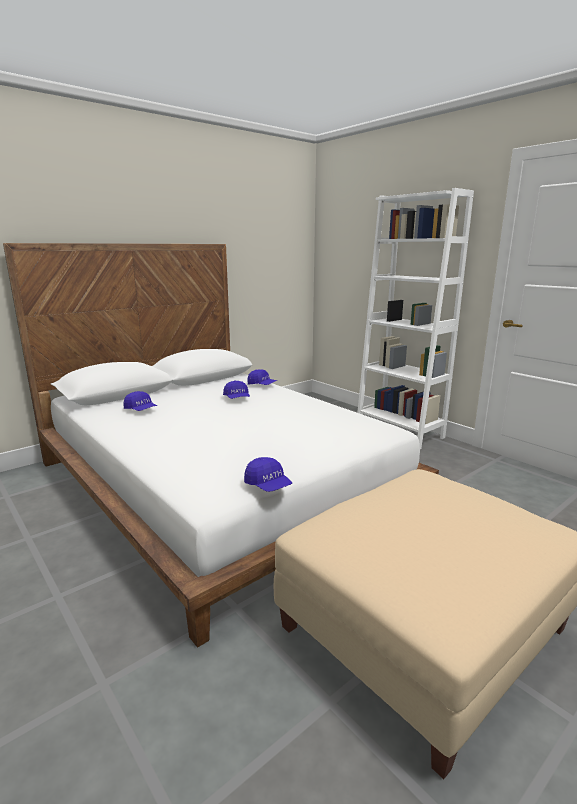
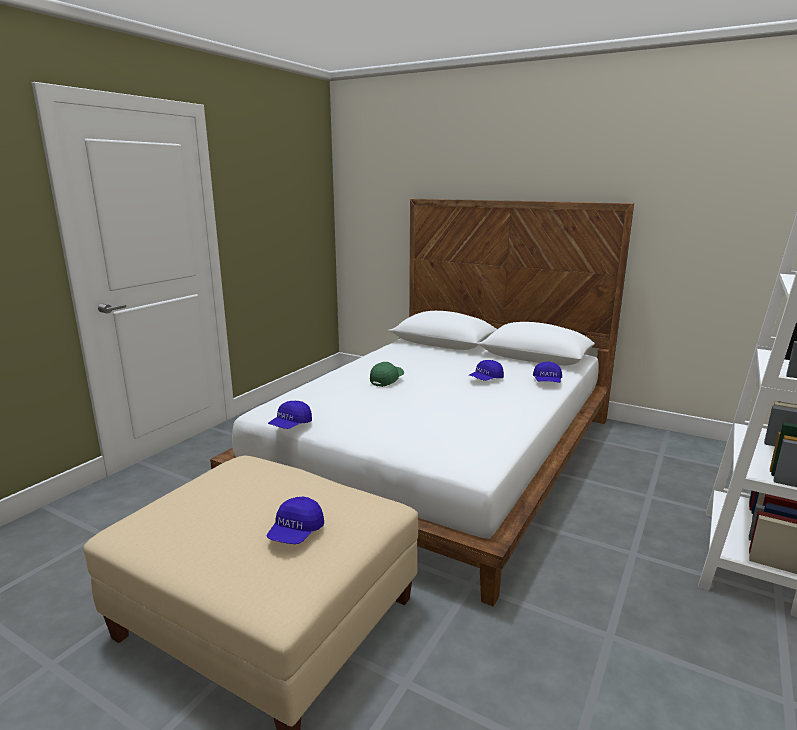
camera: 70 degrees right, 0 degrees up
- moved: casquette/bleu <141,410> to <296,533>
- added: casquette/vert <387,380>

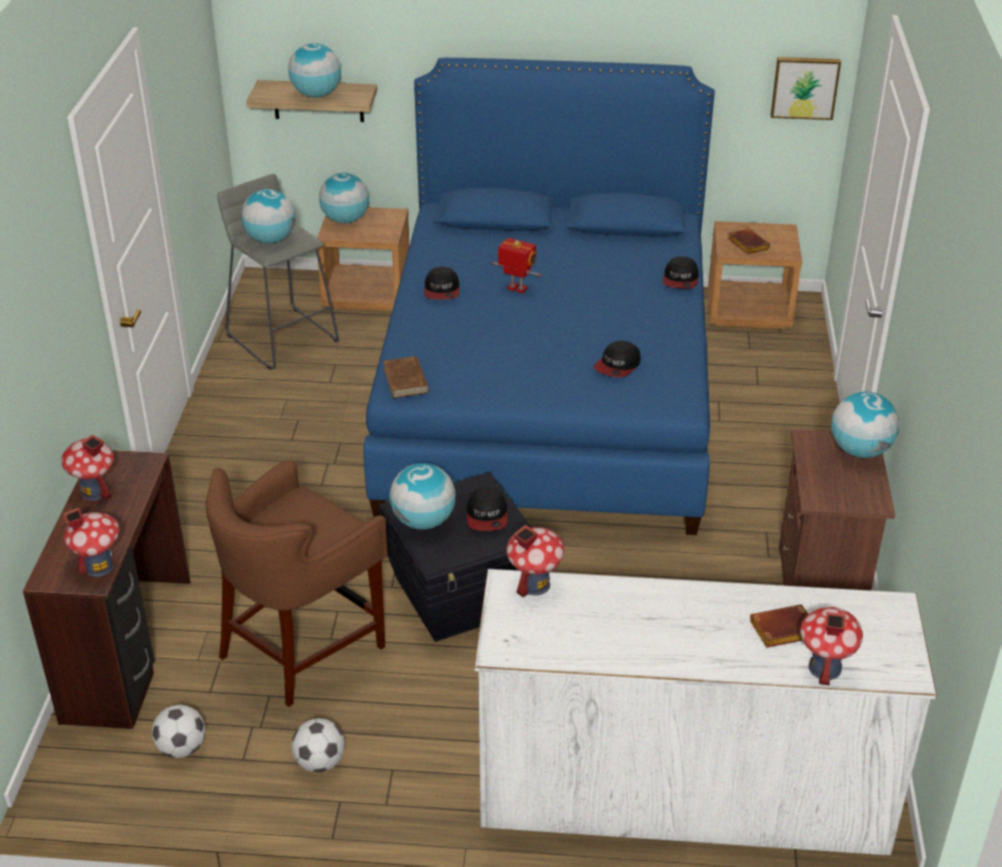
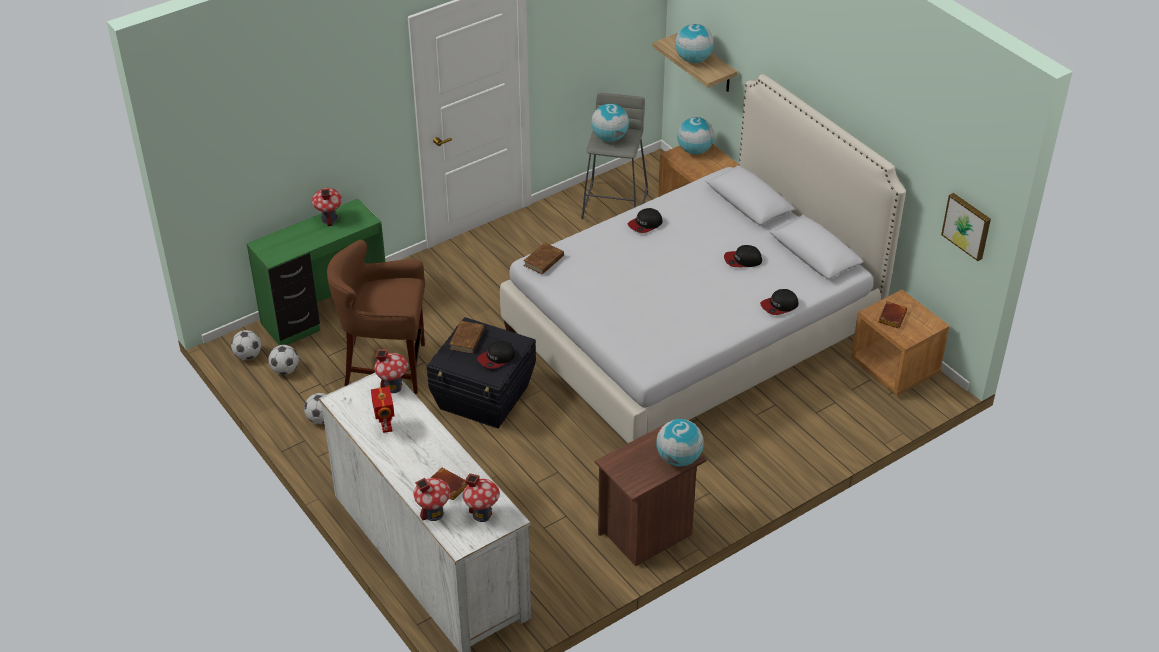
camera: 50 degrees right, 5 degrees up
- recoloured: bureau/marron <130,649> to bureau/vert <326,313>
- moved: maison miniature <99,567> to <482,514>
- recoloured: lit/bleu <546,393> to lit/blanc <692,331>
- replaced: globe <423,521> to livre/marron <467,339>
- moved: robot jouet <516,289> to <385,427>
- moved: casquette <617,366> to <742,260>
- added: ballon de foot <248,355>

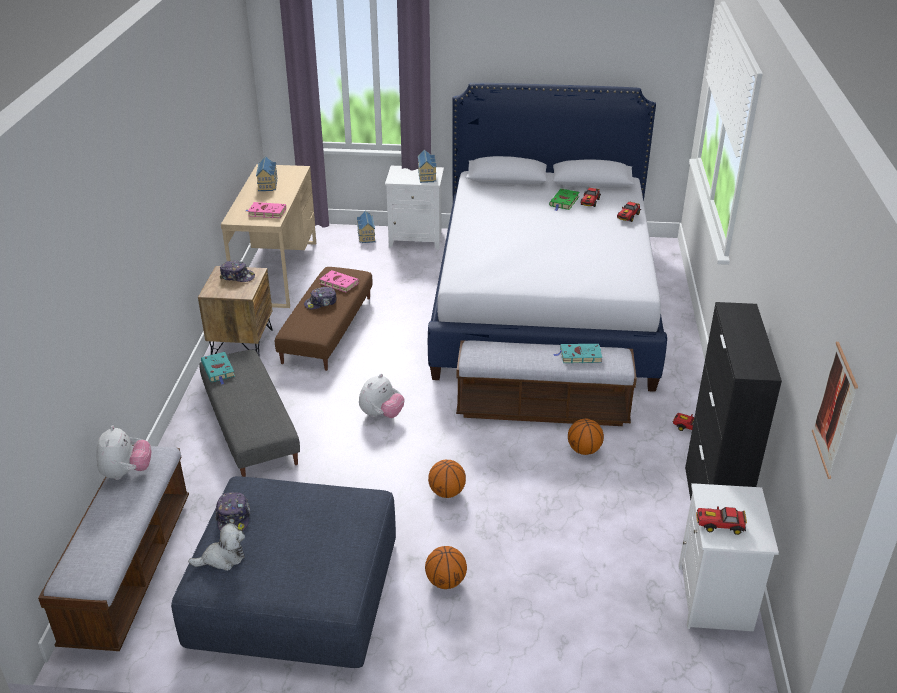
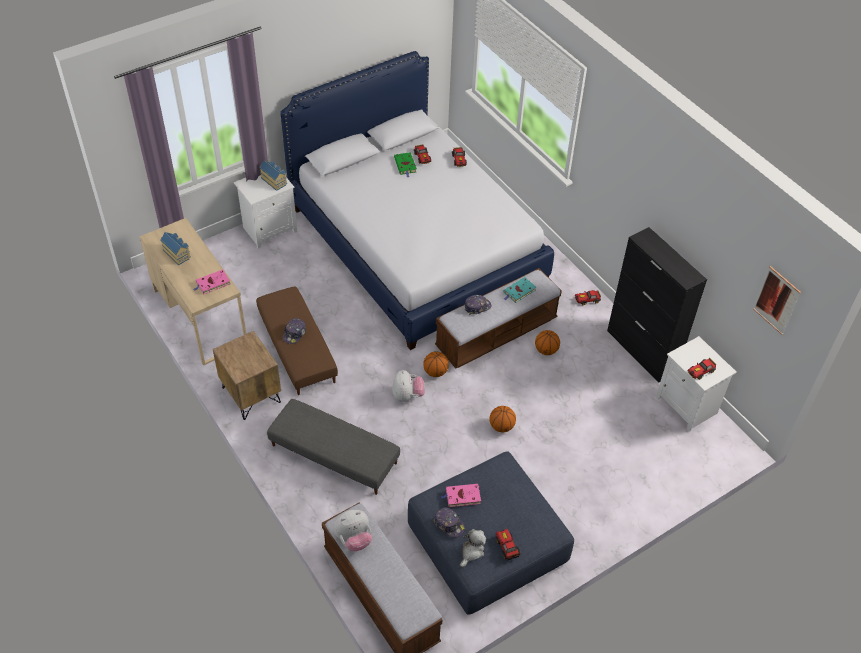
camera: 40 degrees left, 15 degrees up
- turned: peluche <126,473> = <353,539> 105 degrees clockwise
- removed: livre/turquoise <218,370>
- moved: casquette <237,276> to <477,307>
- moved: livre/rose <338,283> to <462,497>
- removed: maison miniature <365,236>
- moved: ballon de basket <445,582> to <435,372>
- added: petite voiture <506,546>

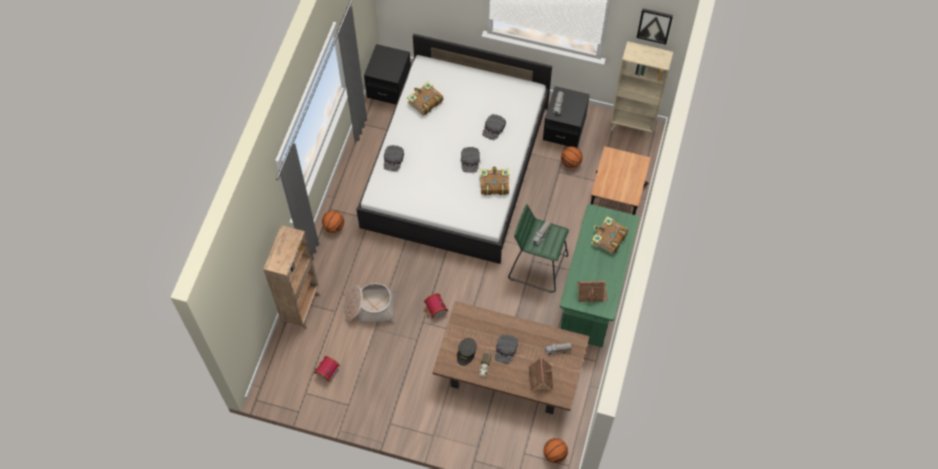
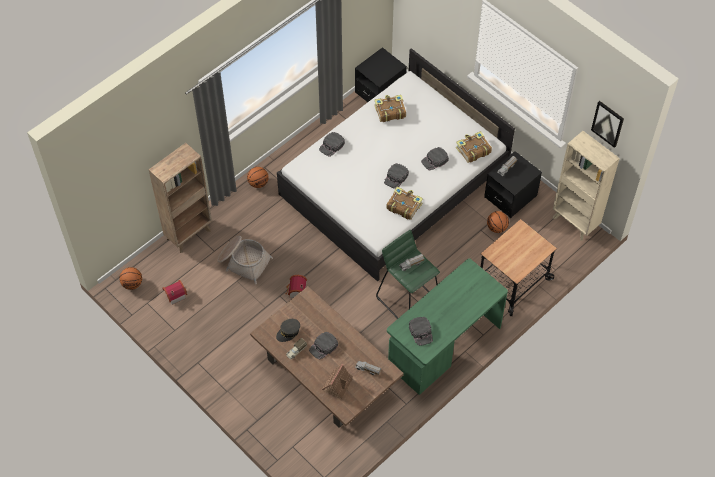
camera: 30 degrees right, 5 degrees down
- moved: ballon de basket <555,454> to <132,284>
- replaced: maison miniature <591,292> to casquette/noir <421,332>
- moved: livre <608,238> to <473,150>

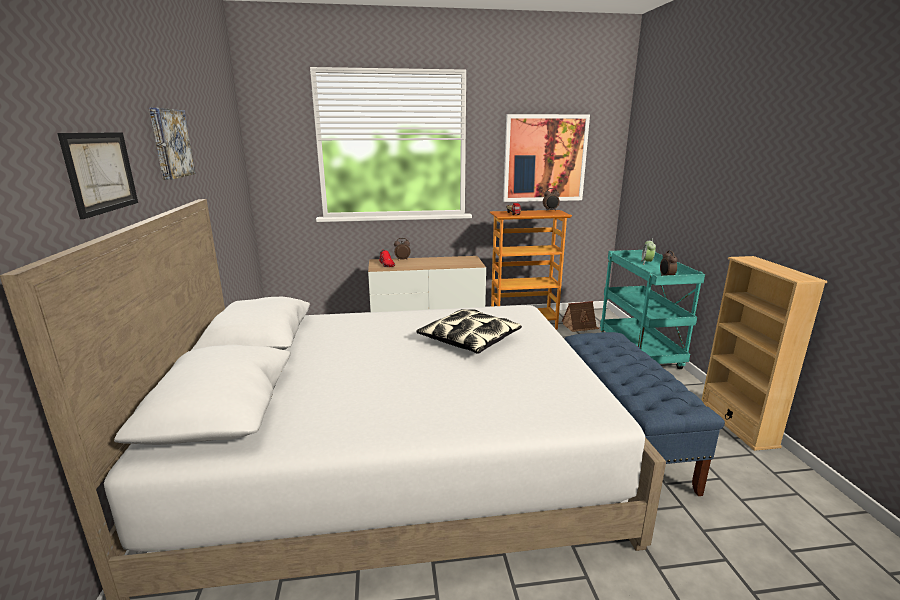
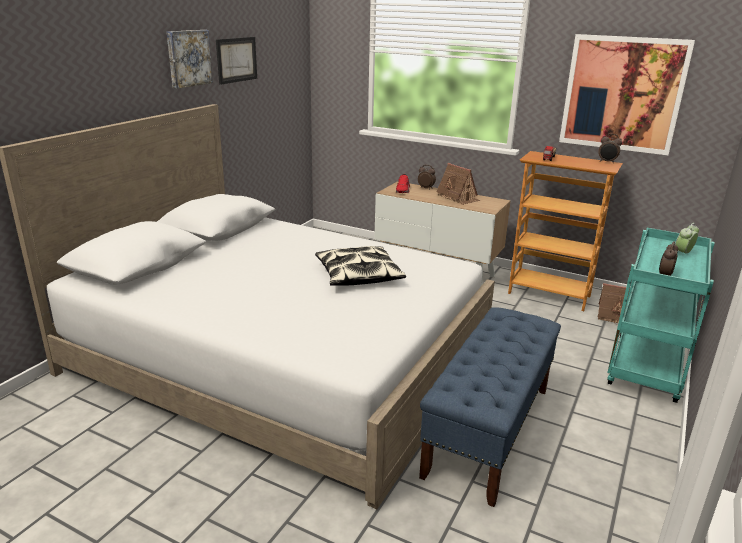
camera: 35 degrees right, 5 degrees up
- moved: tableau <100,172> to <236,60>
- removed: bibliothèque/beige <737,424>
- added: maison miniature <458,197>

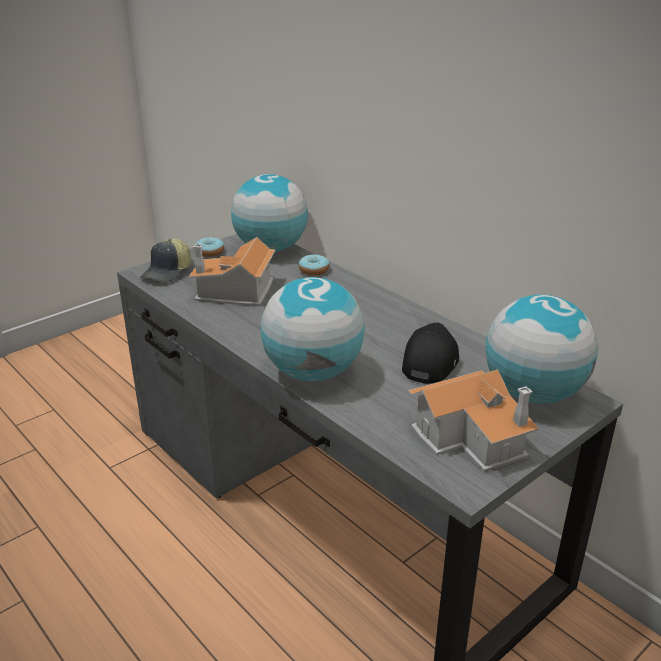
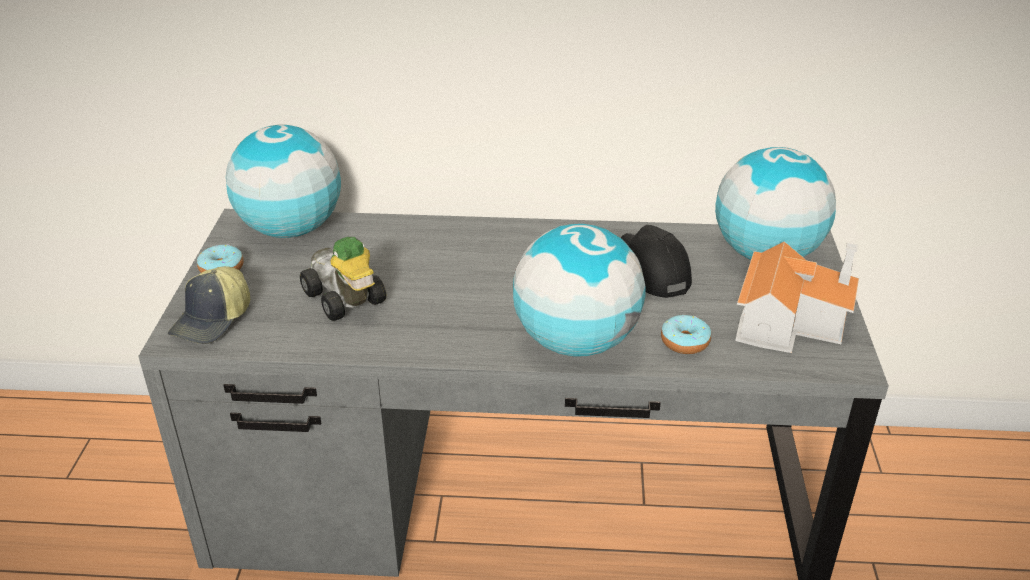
camera: 45 degrees left, 5 degrees up
- turned: casquette <168,272> = <213,320> 45 degrees clockwise
- replaced: maison miniature <235,292> to petite voiture <344,301>
- moved: beignet <314,270> to <684,342>

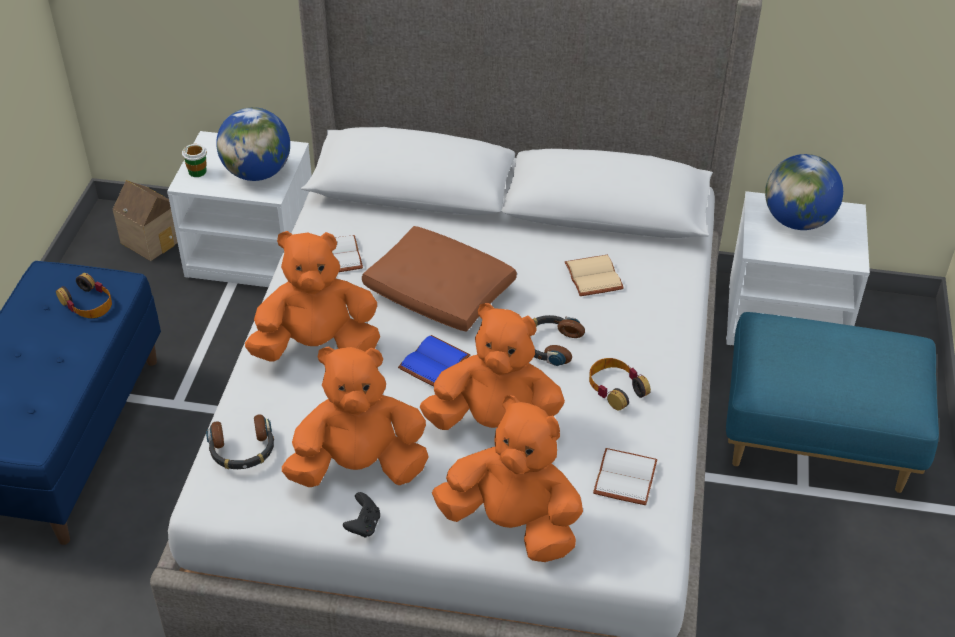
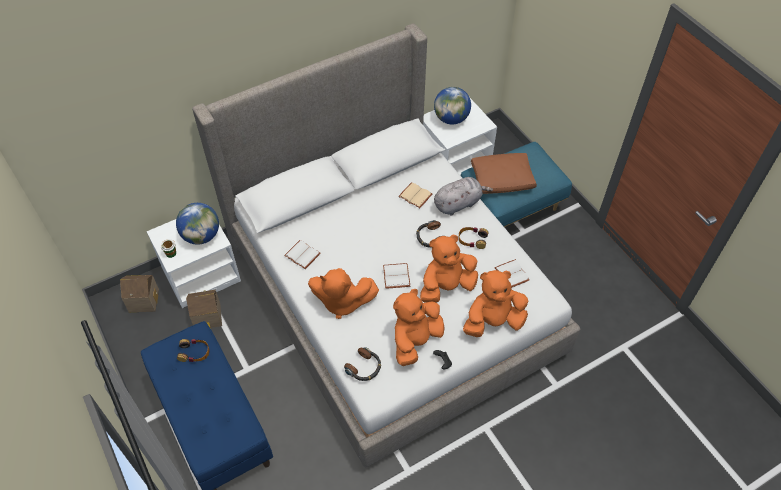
camera: 40 degrees left, 10 degrees up
- turned: peluche/orange <317,347> = <342,302> 120 degrees counterclockwise
- moved: coussin/marron <440,293> to <502,179>
- recoloured: livre/bleu <435,364> to livre/blanc <397,276>
- added: maison miniature <208,318>
- added: peluche/gris <458,203>

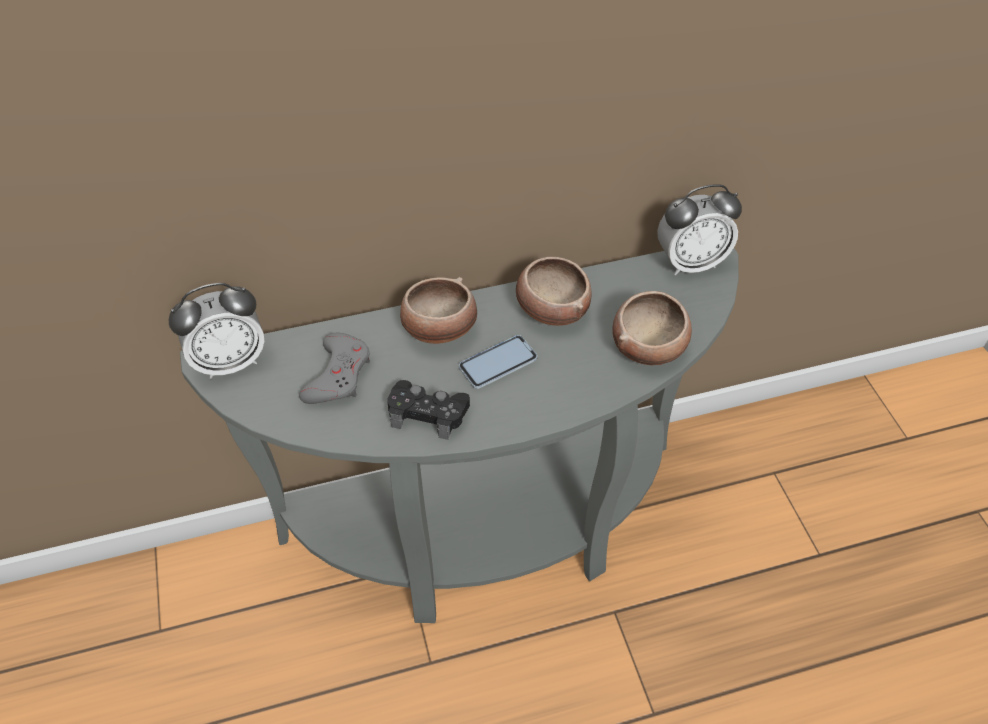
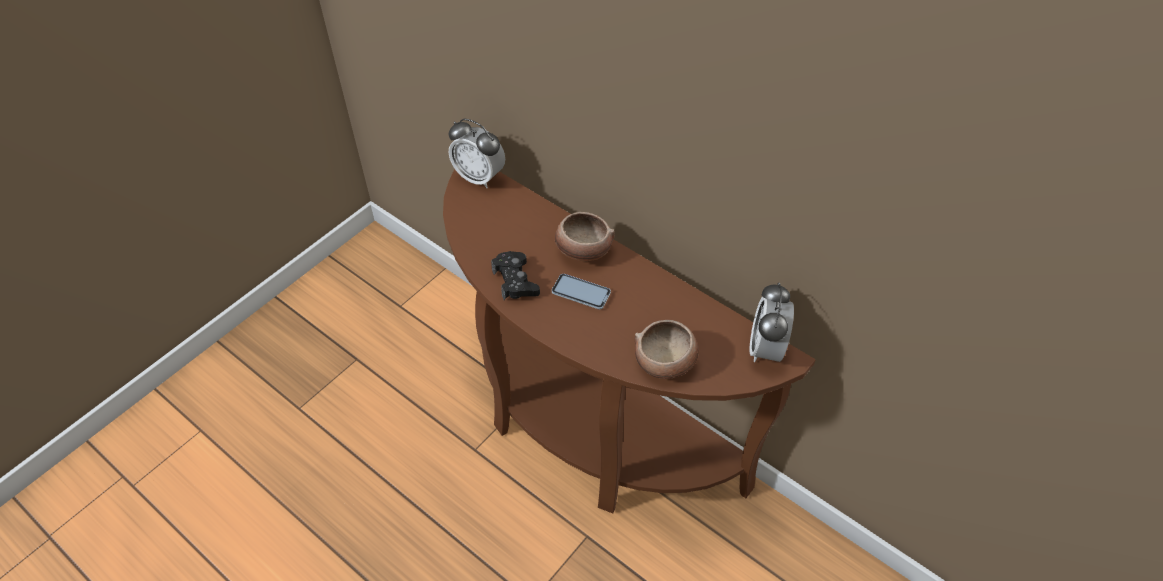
camera: 55 degrees right, 0 degrees up
- recoloured: table console/gris <490,532> to table console/marron <587,427>
- removed: manette/gris <338,375>
- removed: bol <551,308>
- turned: réveil <690,263> = <765,348> 60 degrees clockwise

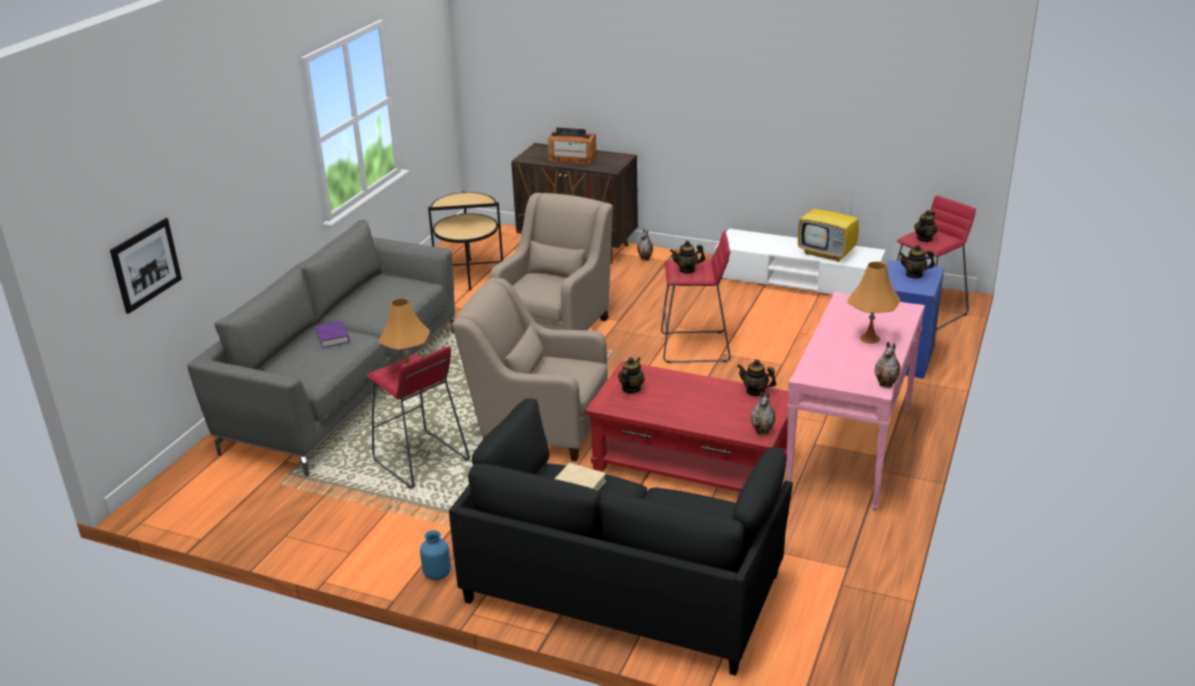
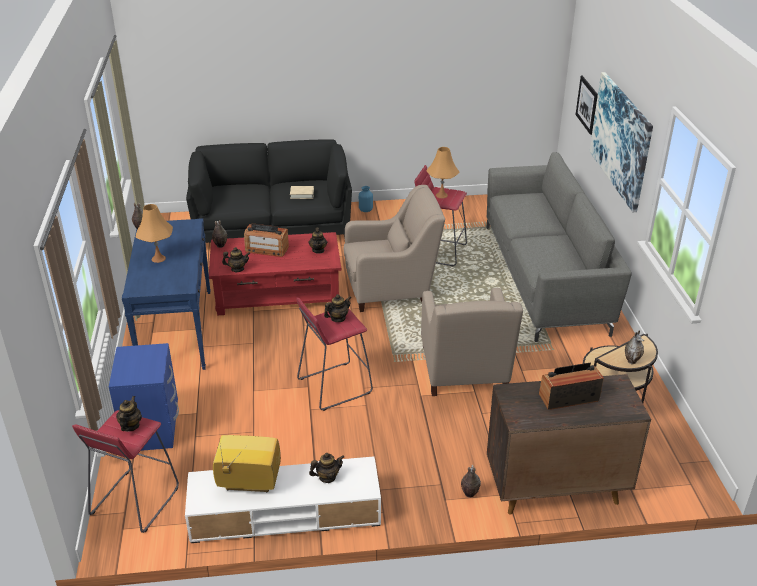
camera: 150 degrees right, 5 degrees up
- removed: livre/violet <332,337>
- recoloured: table console/rose <850,450> to table console/bleu <176,330>
- moved: théière <914,275> to <327,477>
- added: radio <267,249>
- added: tableau <621,139>
- added: vase <632,361>

